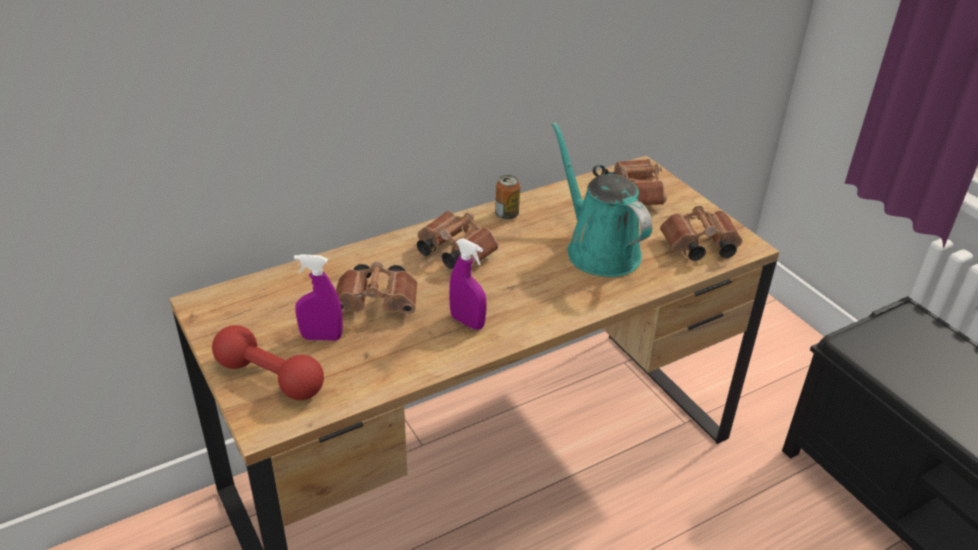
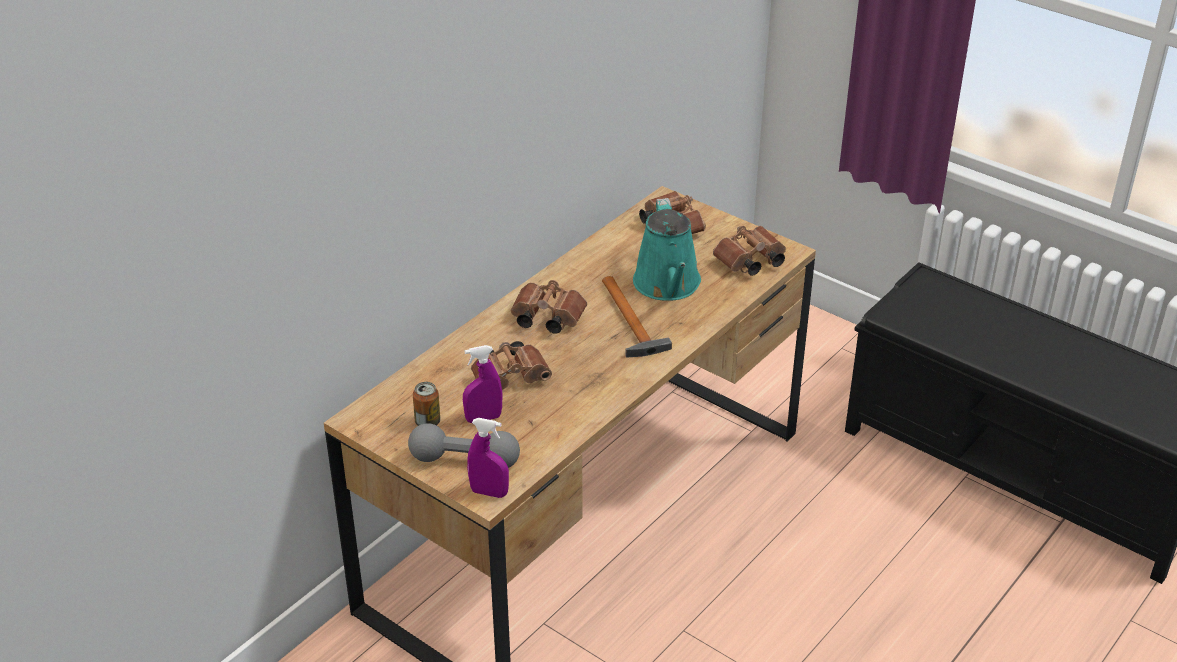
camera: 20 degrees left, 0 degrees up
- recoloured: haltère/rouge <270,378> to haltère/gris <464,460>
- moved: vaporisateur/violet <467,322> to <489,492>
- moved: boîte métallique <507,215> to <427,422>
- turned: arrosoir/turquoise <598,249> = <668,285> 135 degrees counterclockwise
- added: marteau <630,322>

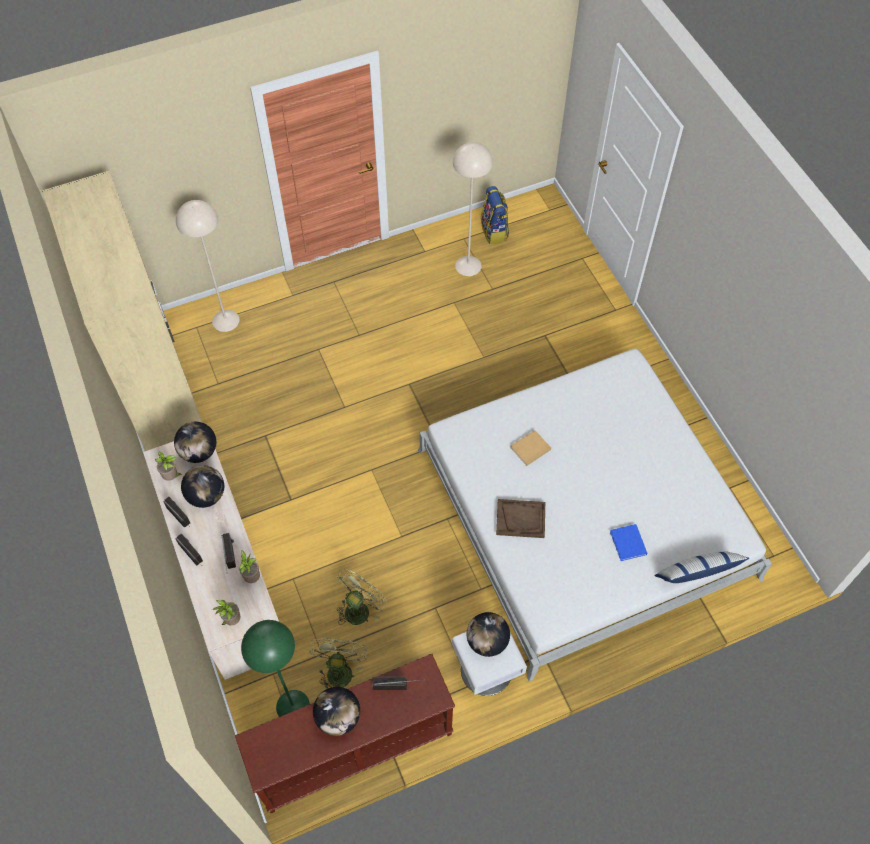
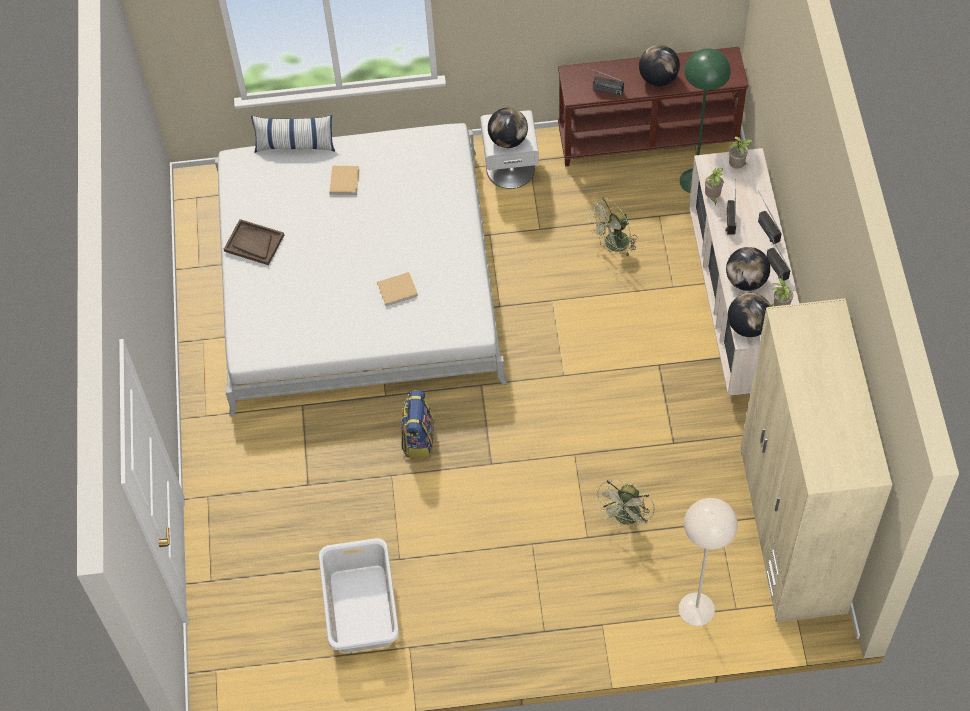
camera: 160 degrees left, 0 degrees up
- moved: ventilateur/vert <339,669> to <626,518>
- replaced: lampadaire/beige <468,265> to panier à linge/blanc <361,609>
- moved: sac à dos <494,231> to <418,439>
- moved: plateau/marron <520,519> to <254,243>
- recoloured: livre/bleu <628,544> to livre/beige <344,180>

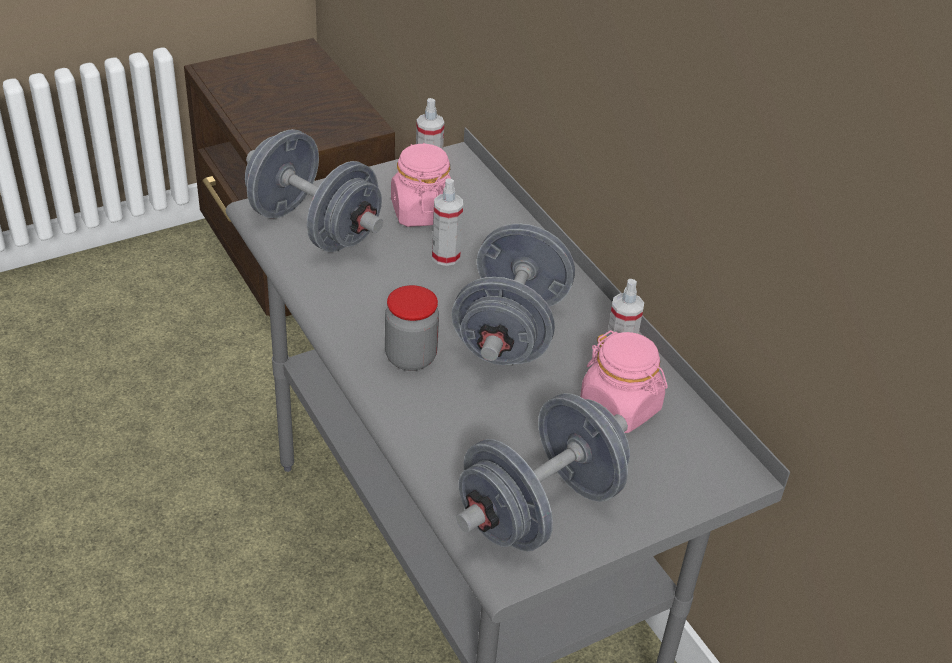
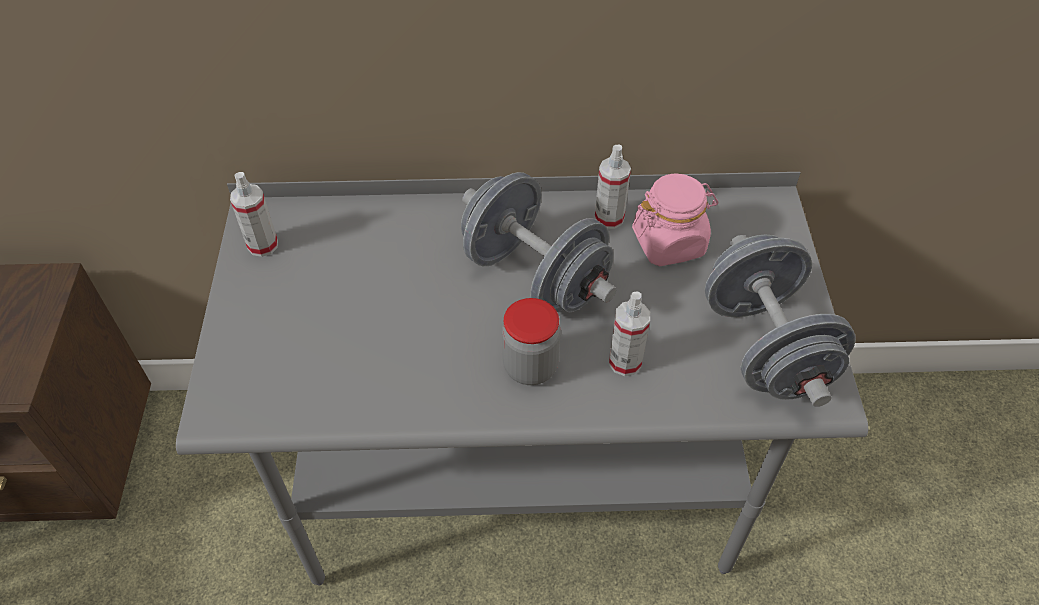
camera: 60 degrees left, 10 degrees up
- removed: haltère/gris <314,227>
- removed: bocal/rose <421,211>
- moved: vaporisateur <445,256> to <625,362>

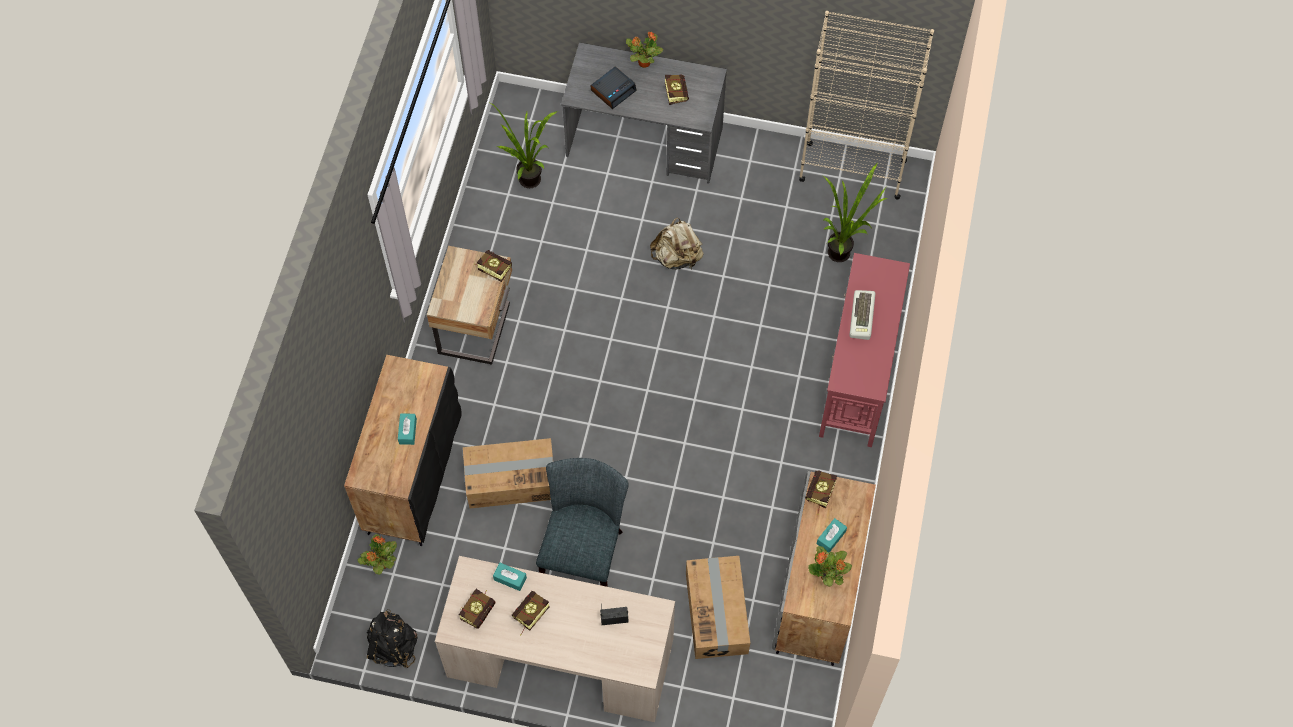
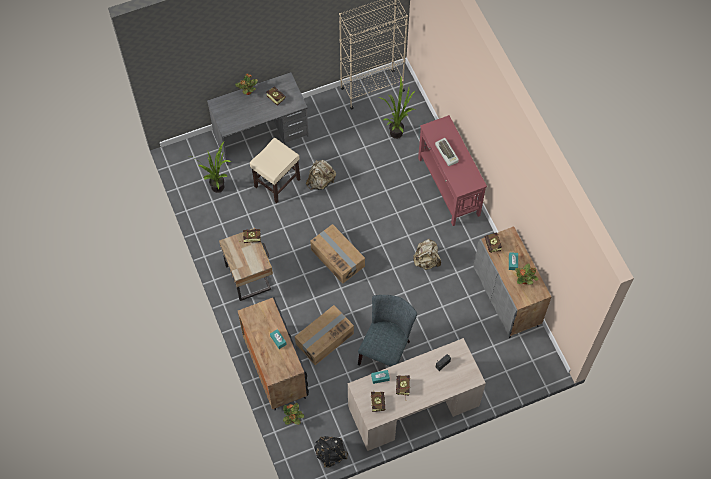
camera: 35 degrees left, 0 degrees up
- turned: chaise/gris <584,552> = <386,350> 45 degrees clockwise
- removed: réveil <613,90>
- moved: carton <717,613> to <338,258>
- added: tabouret/beige <277,183>
- added: sac à dos/beige <426,260>

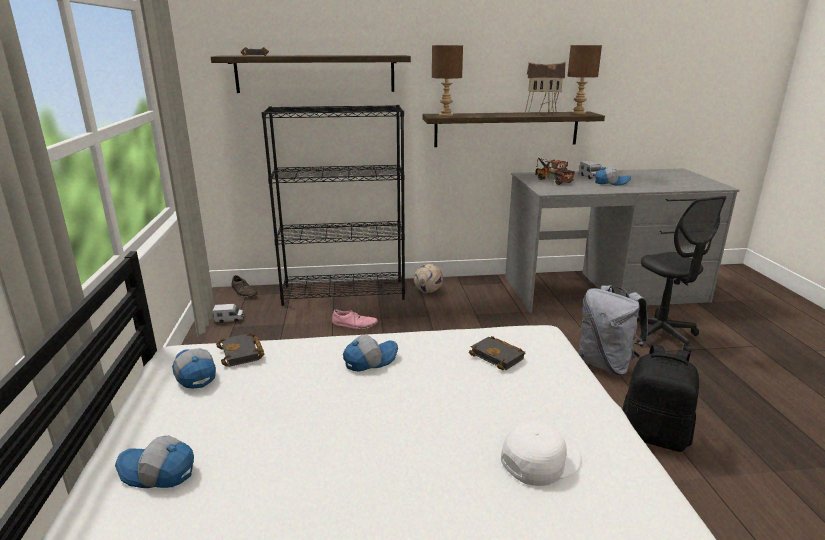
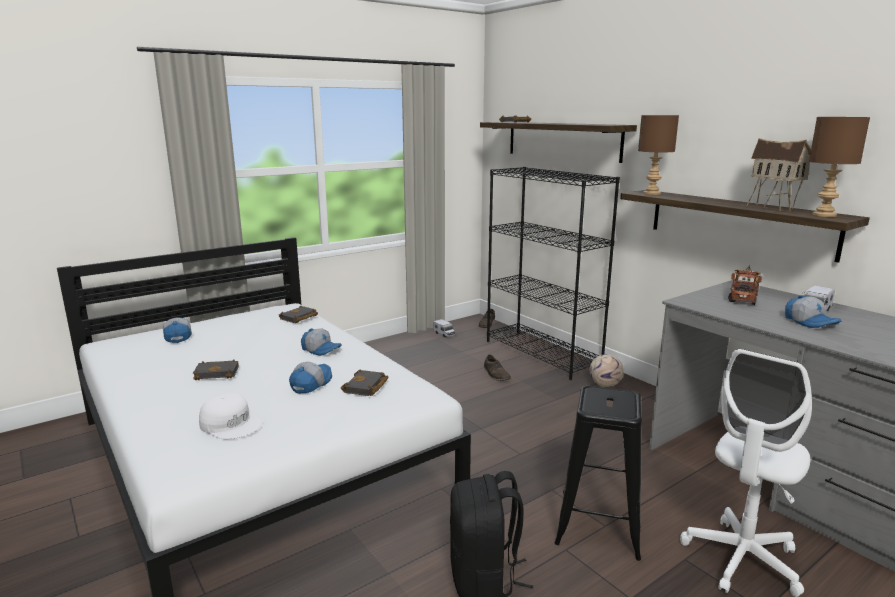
camera: 60 degrees right, 5 degrees down
- moved: casquette <193,375> to <310,383>
- recoloured: chaussure/rose <354,324> to chaussure/marron <496,374>
- replaced: sac à dos/gris <606,364> to tabouret/noir <598,522>
- recoloured: chaise de bureau/noir <660,335> to chaise de bureau/blanc <742,559>
- added: livre/noir <218,373>

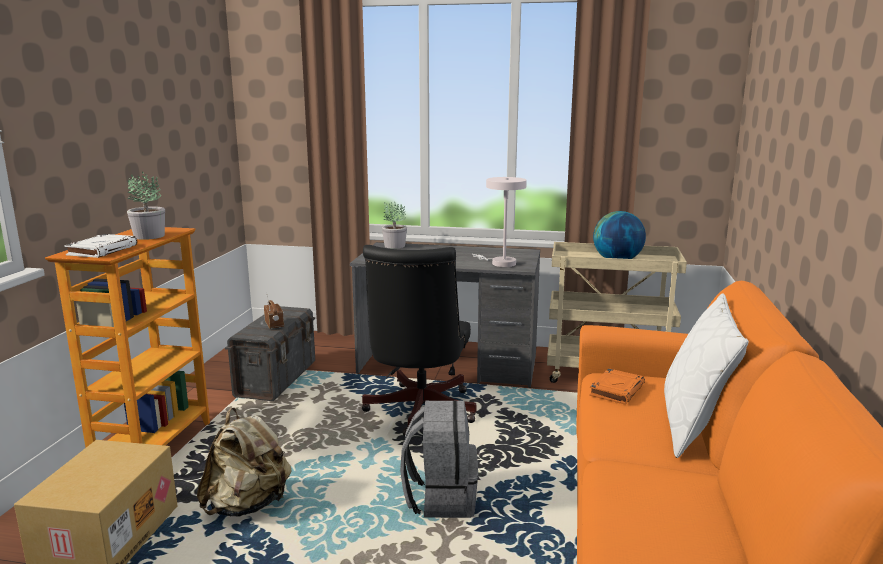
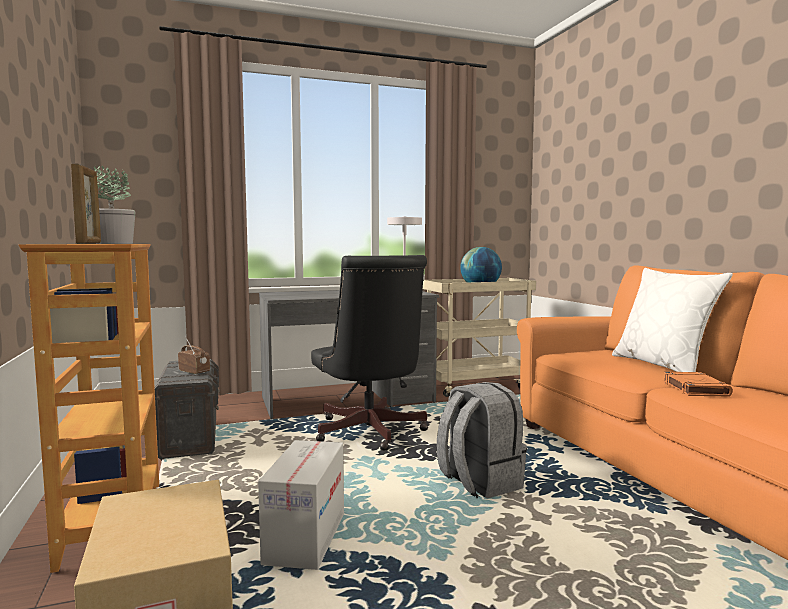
camera: 30 degrees left, 10 degrees down
- replaced: livre/blanc <102,250> to cadre photo <89,243>
- replaced: sac à dos/beige <248,505> to carton <305,539>
- removed: plante en pot <394,246>
- moved: livre/orange <616,390> to <694,388>

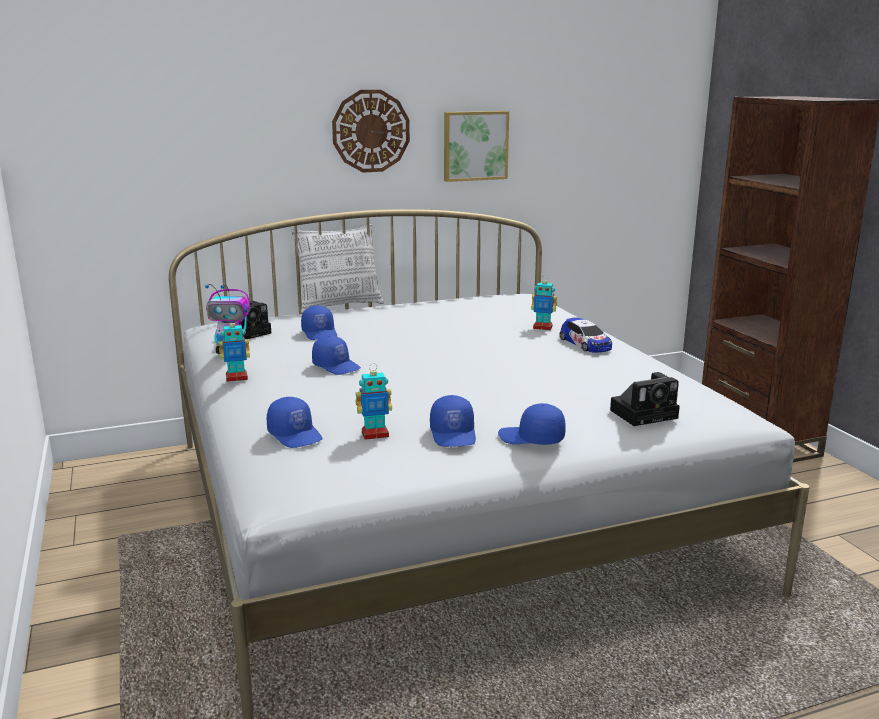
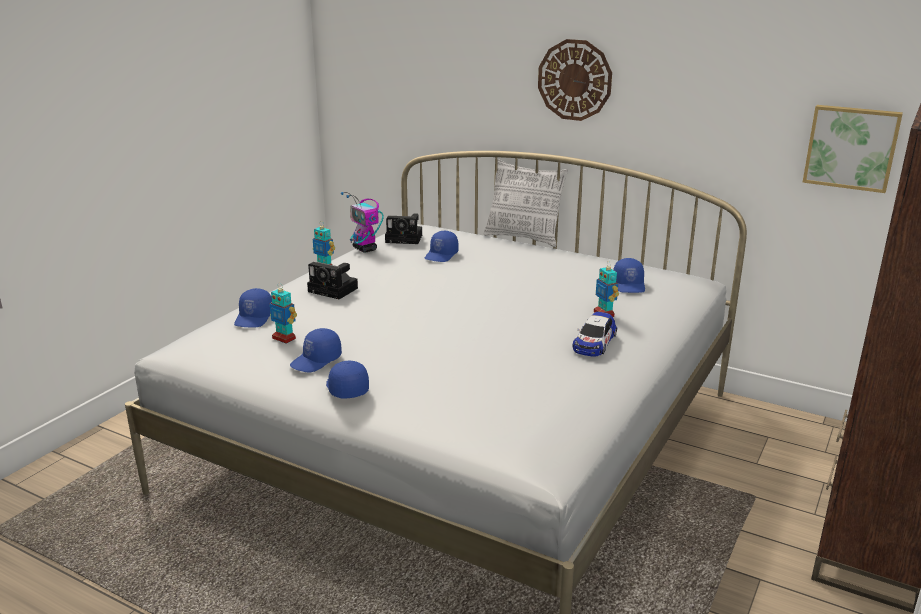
camera: 50 degrees right, 5 degrees up
- moved: casquette/bleu <337,366> to <629,285>
- moved: tableau <474,145> to <851,147>
- moved: appareil photo <645,413> to <335,290>

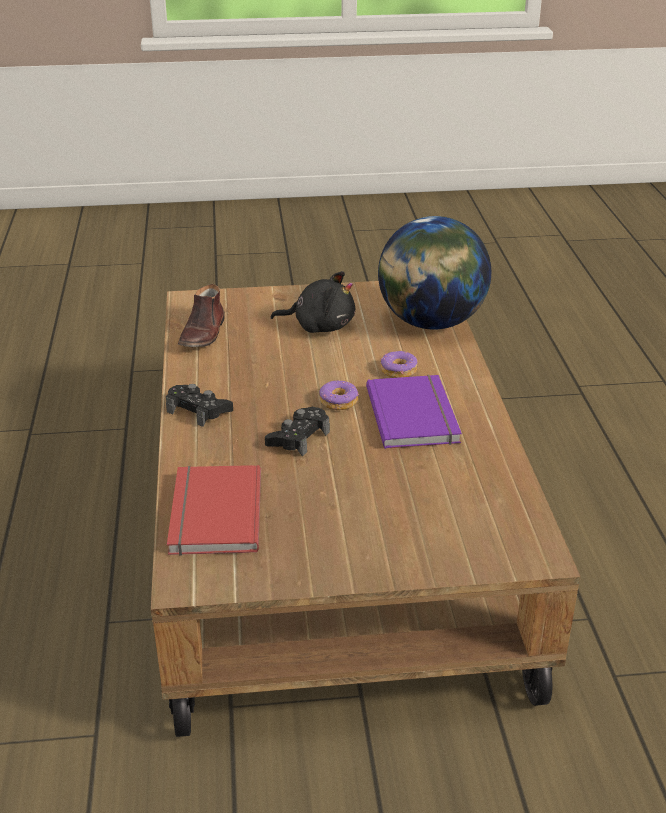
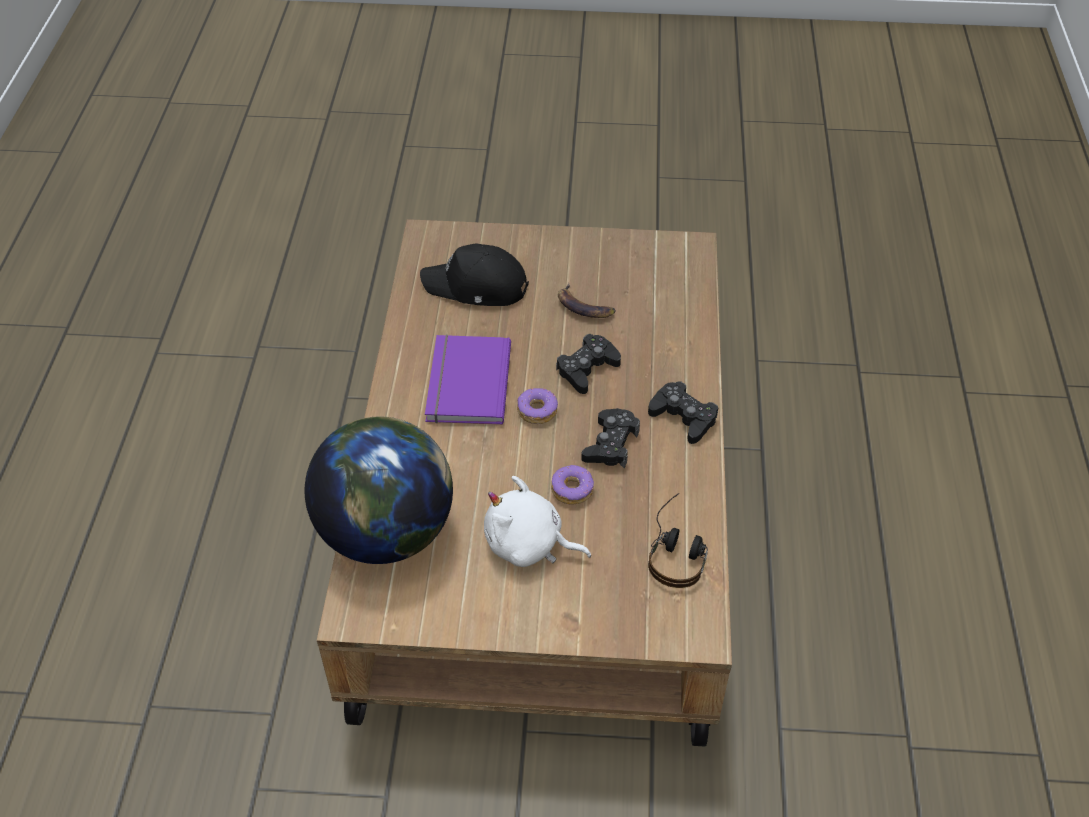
camera: 170 degrees left, 15 degrees up
- removed: livre/rouge <212,514>
- replaced: chaussure/marron <203,333> to casque audio <678,550>
- recoloured: peluche/noir <320,326> to peluche/blanc <528,545>
- moved: beignet <398,371> to <572,489>
- added: casquette/noir <476,287>
- added: banane <584,307>
- added: manette/noir <610,444>

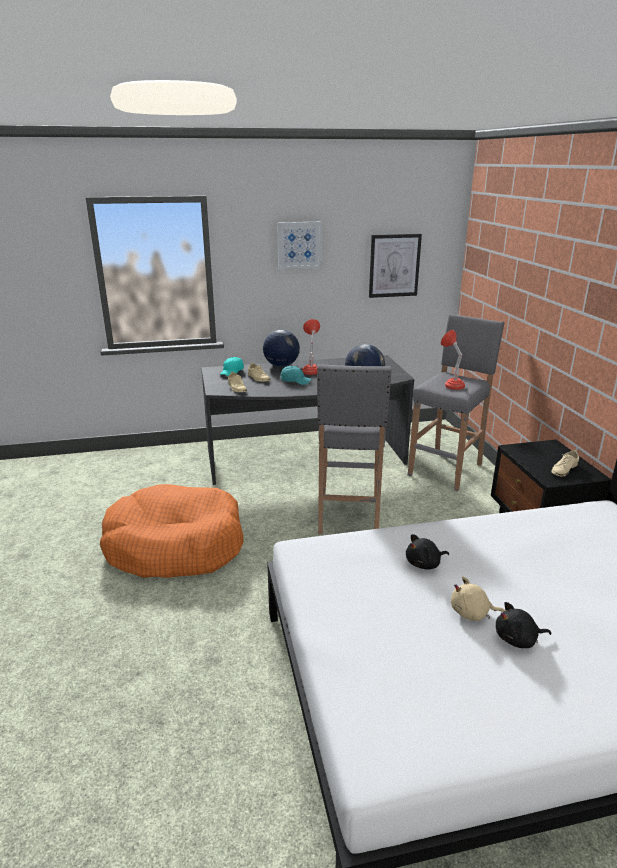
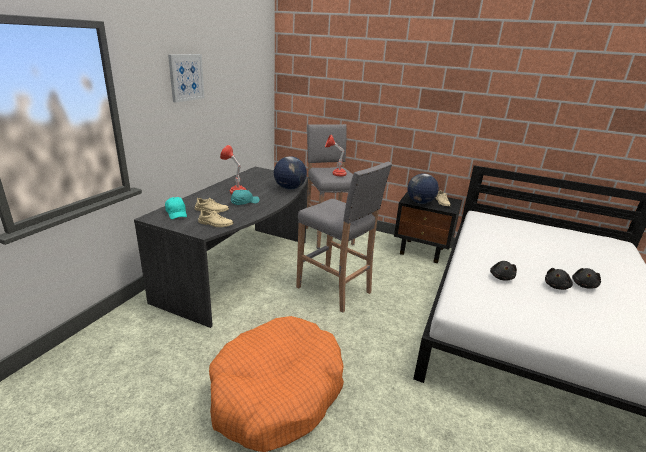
camera: 55 degrees left, 0 degrees up
- moved: globe <281,365> to <420,202>
- removed: tableau <394,265>
- recoloured: peluche/beige <472,613> to peluche/noir <556,286>

